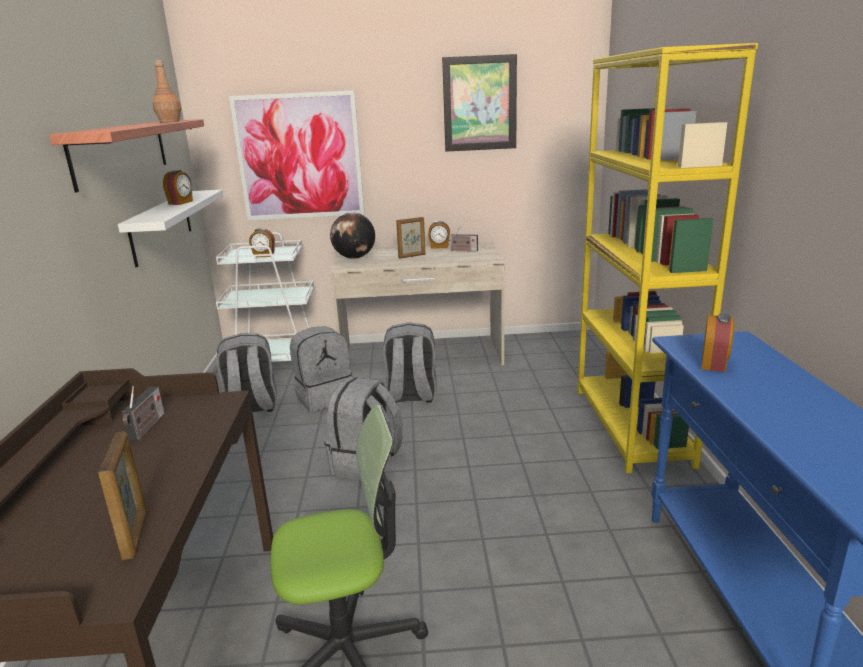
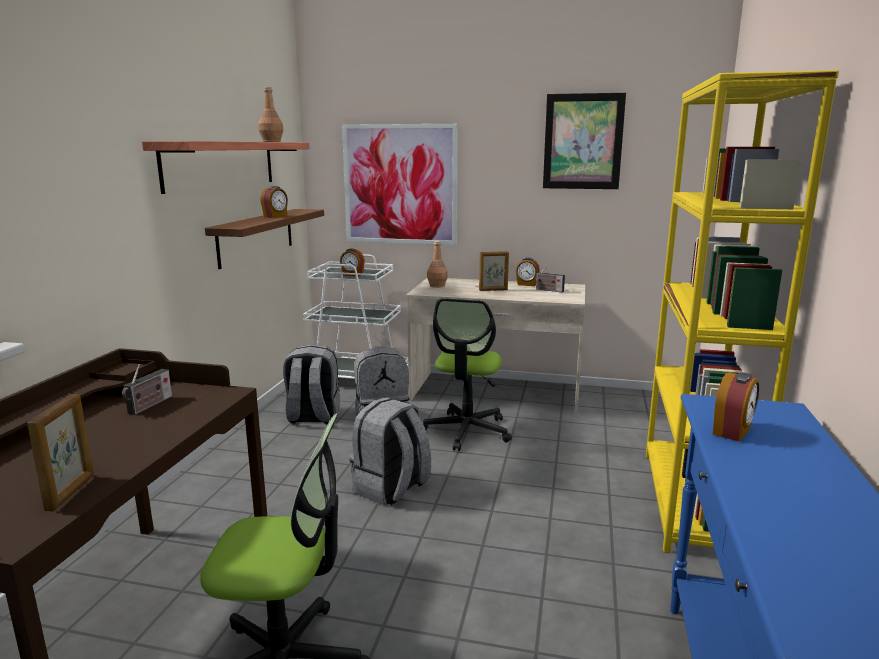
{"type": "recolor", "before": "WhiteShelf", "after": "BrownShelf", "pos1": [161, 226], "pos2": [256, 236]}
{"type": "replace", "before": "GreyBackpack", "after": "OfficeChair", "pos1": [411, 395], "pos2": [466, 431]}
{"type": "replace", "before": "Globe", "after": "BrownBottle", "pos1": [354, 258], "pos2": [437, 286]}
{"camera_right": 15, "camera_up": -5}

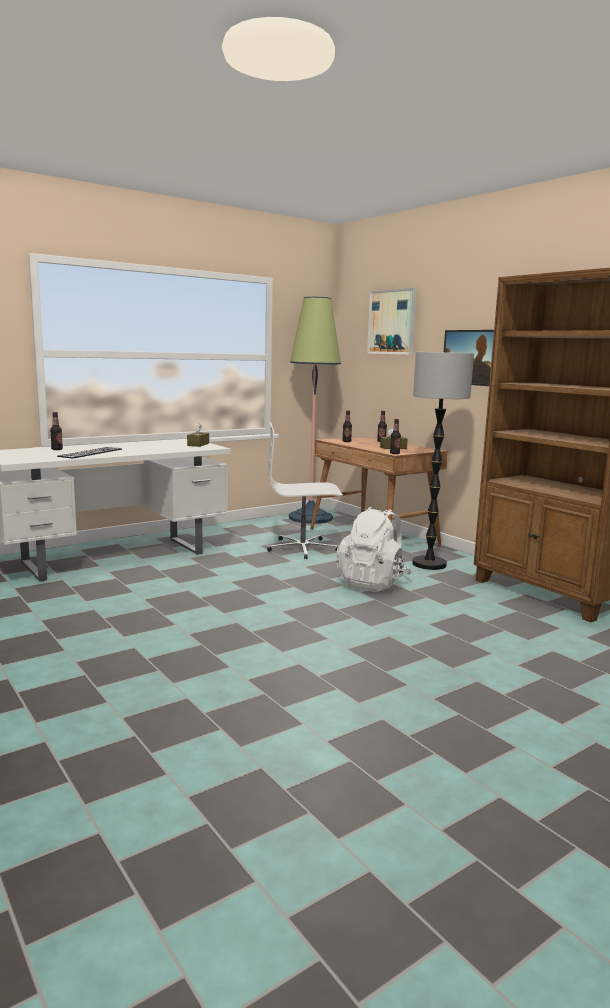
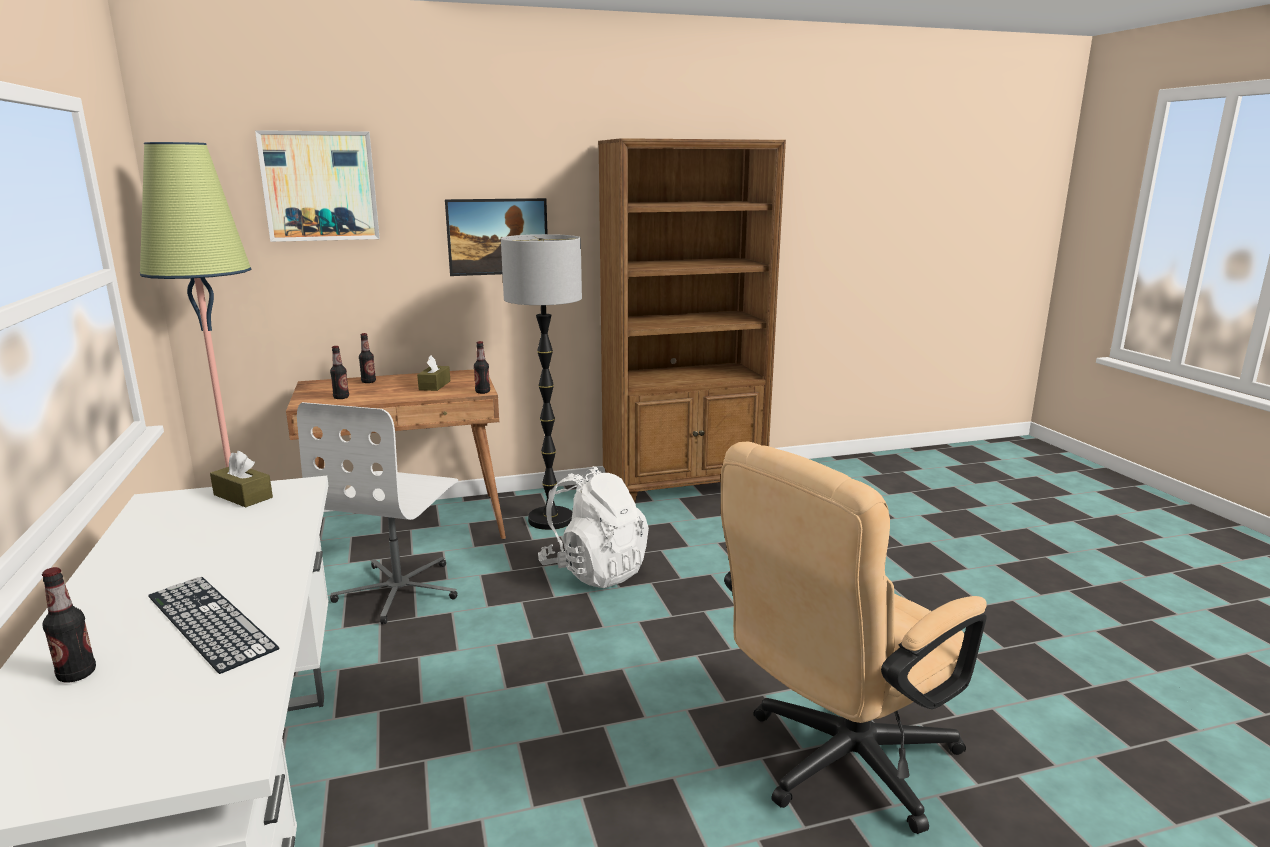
{"type": "insert", "after": "BeigeOfficeChair", "pos2": [837, 765]}
{"camera_right": -70, "camera_up": 5}

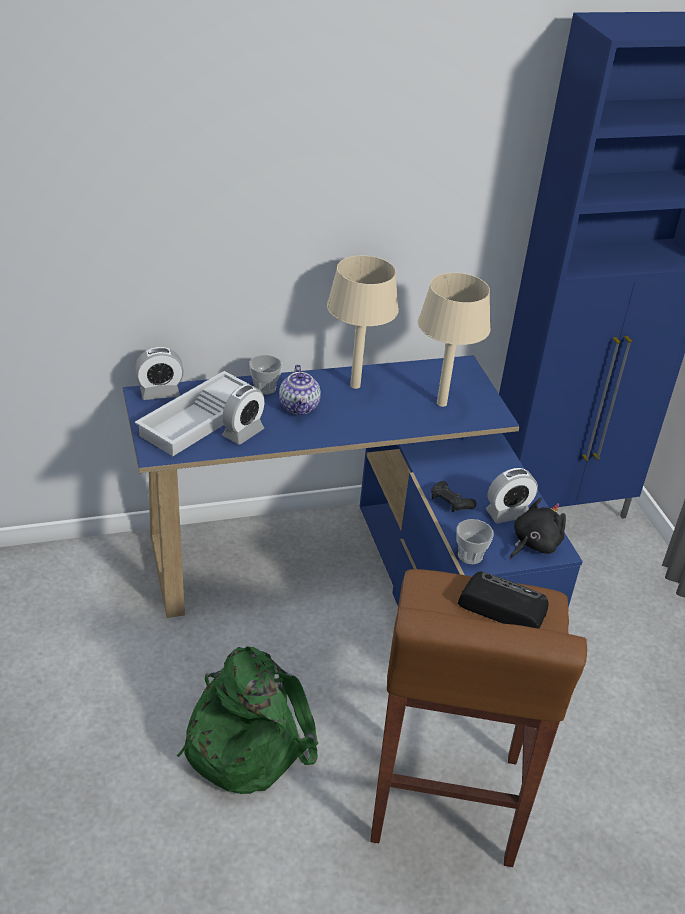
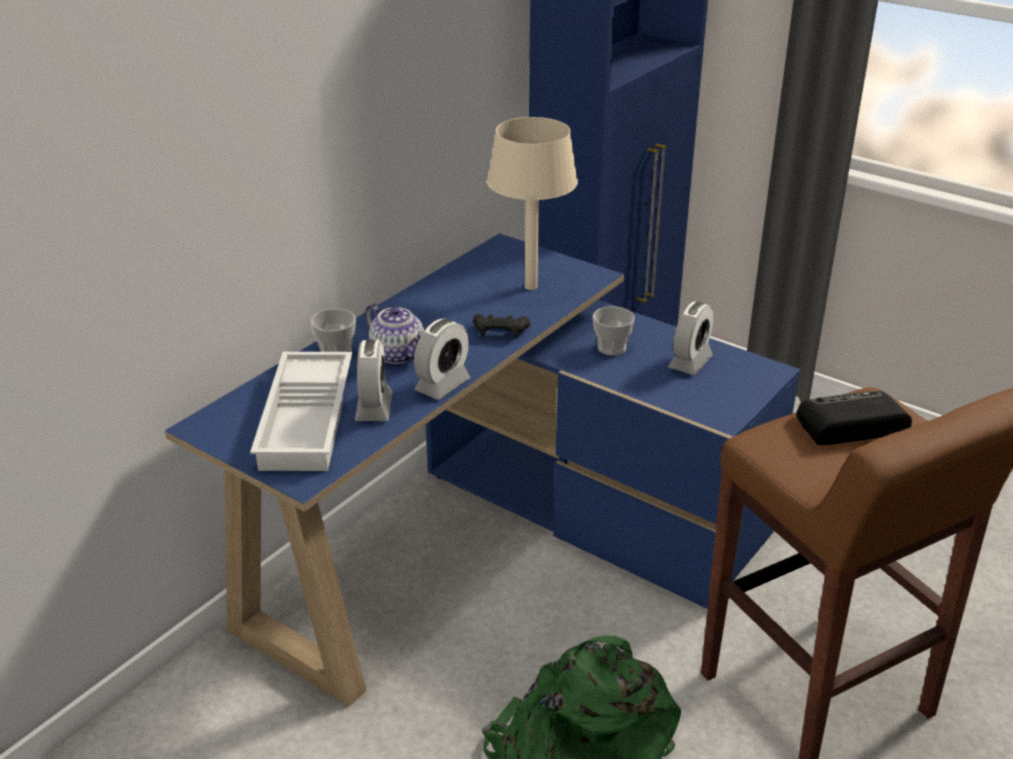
{"type": "move", "before": "AlarmClock", "pos1": [160, 393], "pos2": [442, 385]}
{"type": "move", "before": "BlackGameController", "pos1": [450, 502], "pos2": [500, 332]}
{"type": "move", "before": "Cup", "pos1": [470, 555], "pos2": [611, 348]}
{"type": "delete", "before": "BeigeTableLamp", "pos1": [354, 385]}
{"type": "delete", "before": "BlackPlushToy", "pos1": [533, 544]}
{"camera_right": -35, "camera_up": -5}

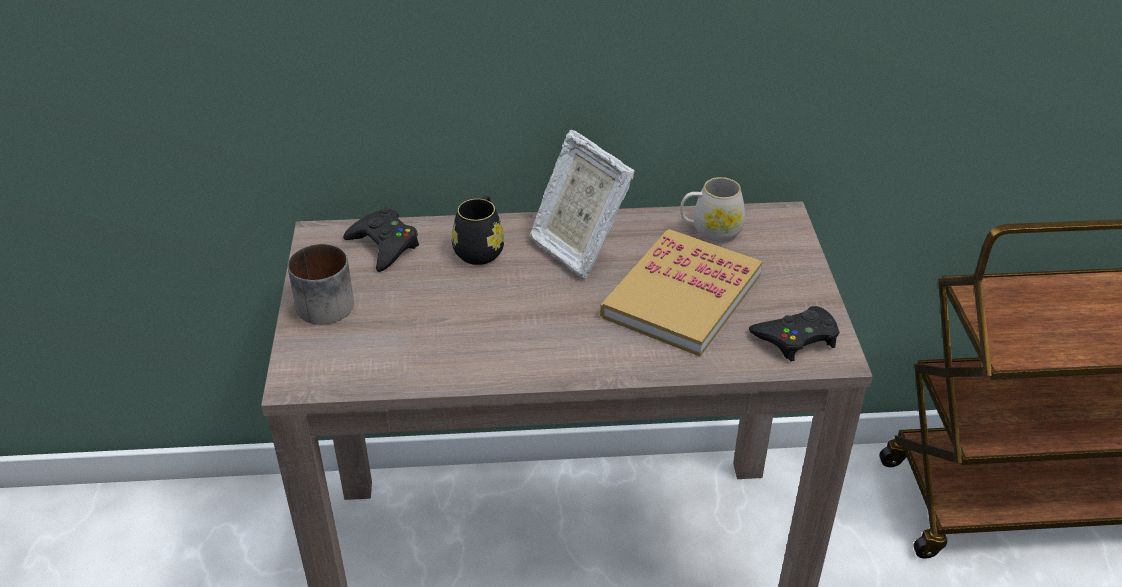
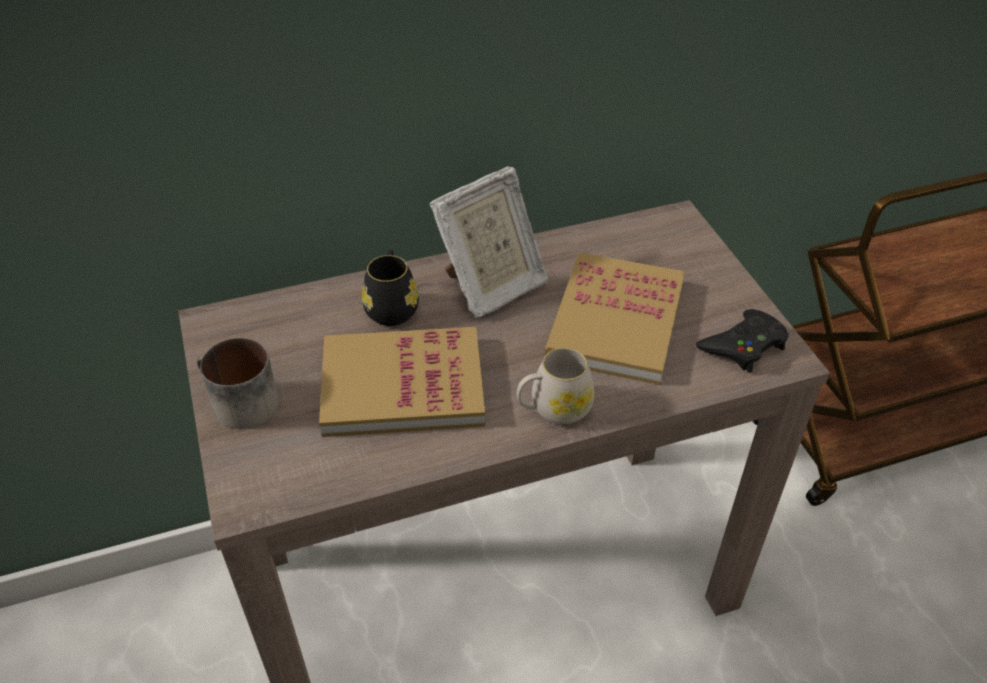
{"type": "insert", "after": "Book", "pos2": [402, 385]}
{"type": "rotate", "before": "PictureFrame", "pos1": [577, 247], "pos2": [491, 287], "turn": -75}
{"type": "move", "before": "WhiteMug", "pos1": [710, 230], "pos2": [553, 409]}
{"type": "delete", "before": "BlackGameController", "pos1": [384, 245]}
{"camera_right": -15, "camera_up": 5}

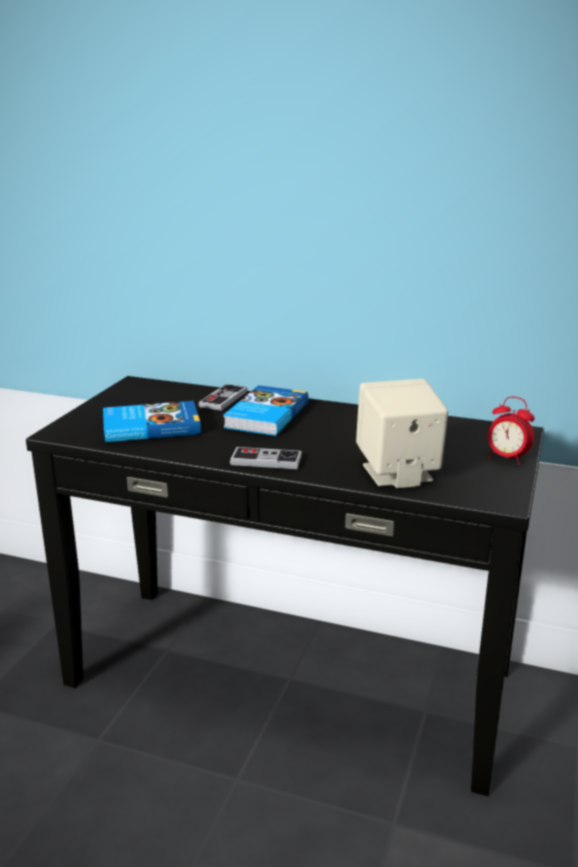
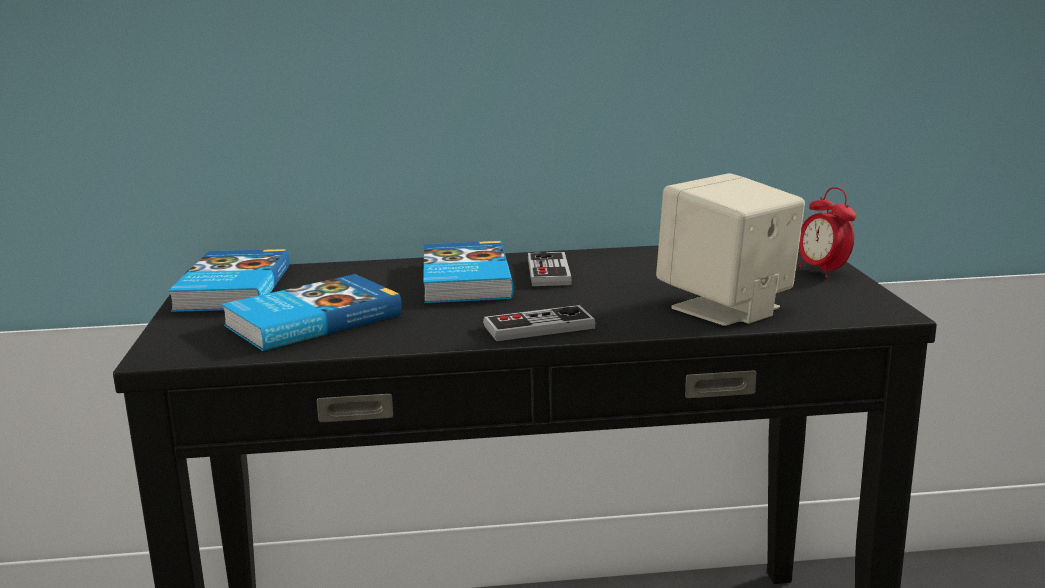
{"type": "insert", "after": "Book", "pos2": [231, 288]}
{"type": "move", "before": "GameController", "pos1": [223, 399], "pos2": [548, 272]}
{"type": "rotate", "before": "AlarmClock", "pos1": [506, 458], "pos2": [823, 271], "turn": 60}
{"camera_right": -25, "camera_up": -5}

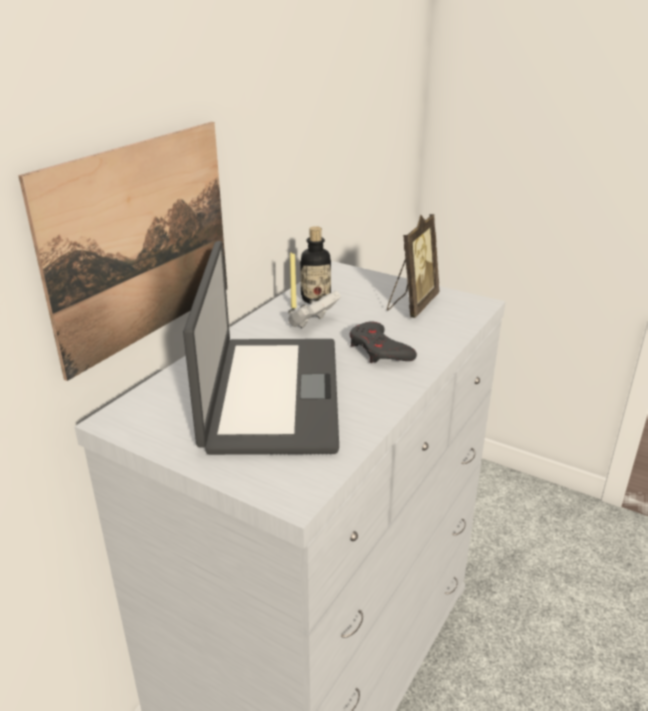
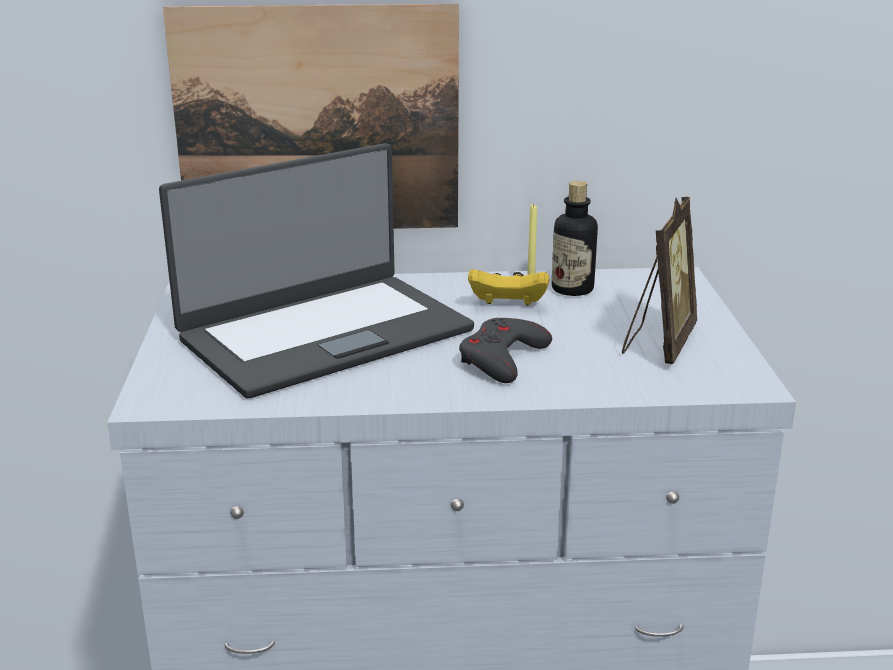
{"type": "recolor", "before": "WhiteGameController", "after": "YellowGameController", "pos1": [312, 323], "pos2": [508, 306]}
{"type": "rotate", "before": "PictureFrame", "pos1": [411, 305], "pos2": [658, 343], "turn": -60}
{"camera_right": 55, "camera_up": -5}

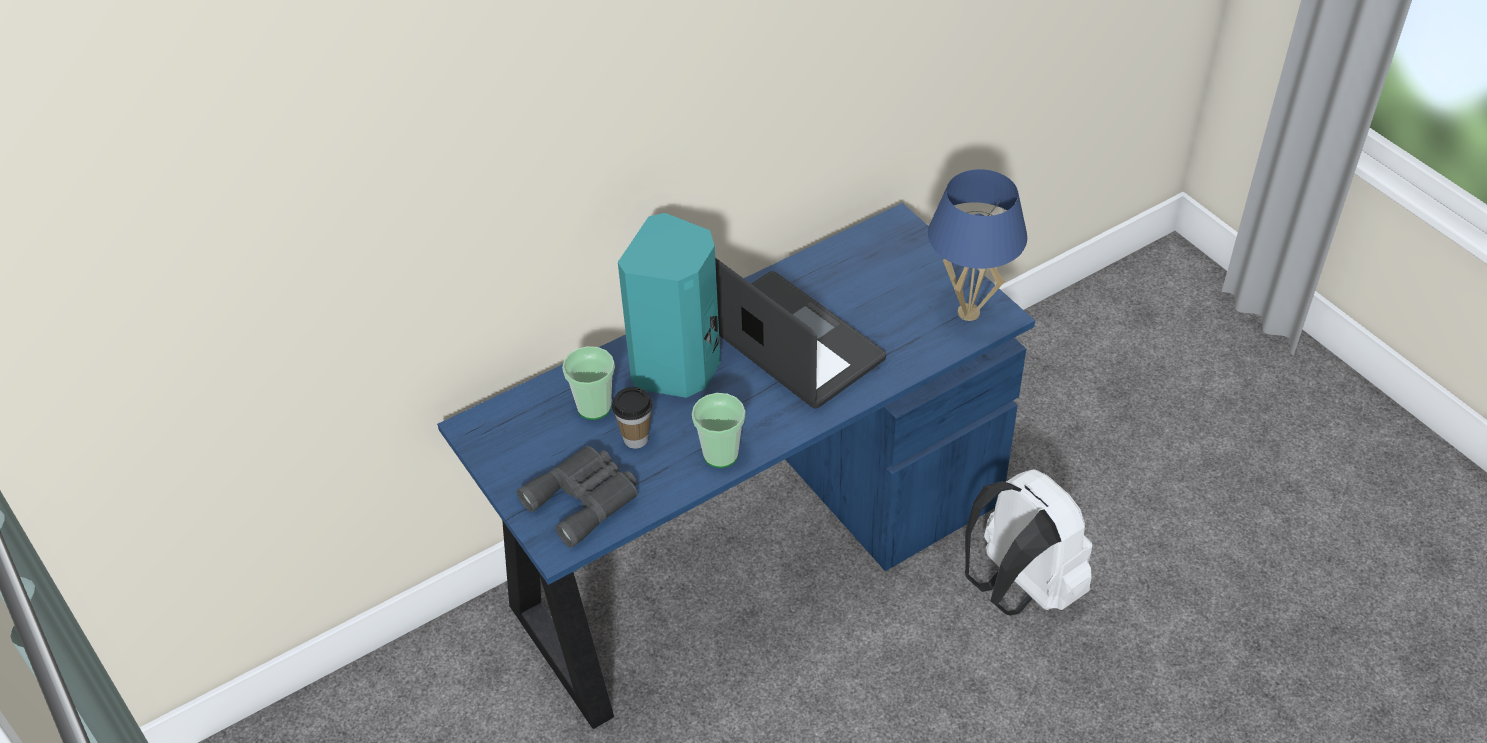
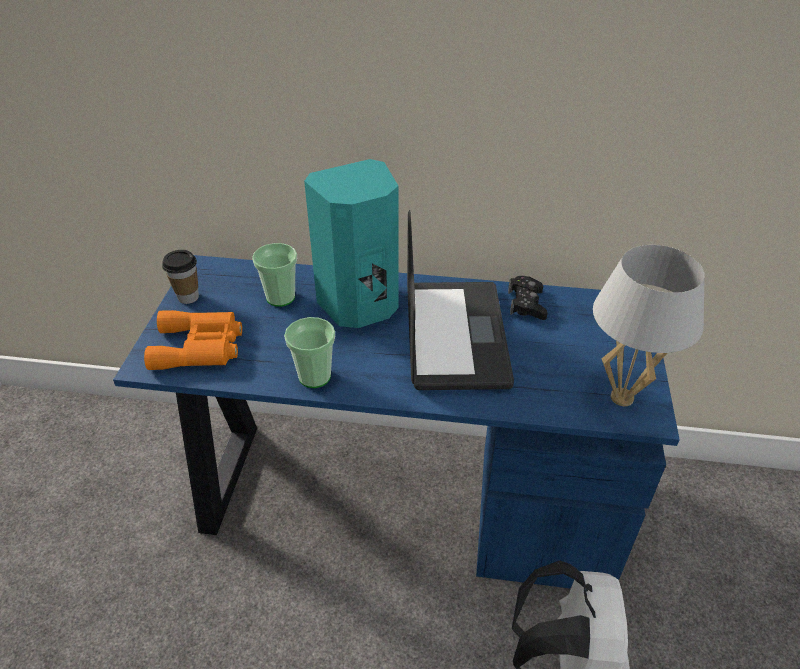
{"type": "recolor", "before": "GreyBinoculars", "after": "OrangeBinoculars", "pos1": [585, 498], "pos2": [200, 347]}
{"type": "move", "before": "Cup", "pos1": [636, 439], "pos2": [188, 297]}
{"type": "insert", "after": "BlackGameController", "pos2": [526, 304]}
{"type": "recolor", "before": "BlueTableLamp", "after": "WhiteTableLamp", "pos1": [968, 313], "pos2": [621, 398]}
{"camera_right": 40, "camera_up": -5}

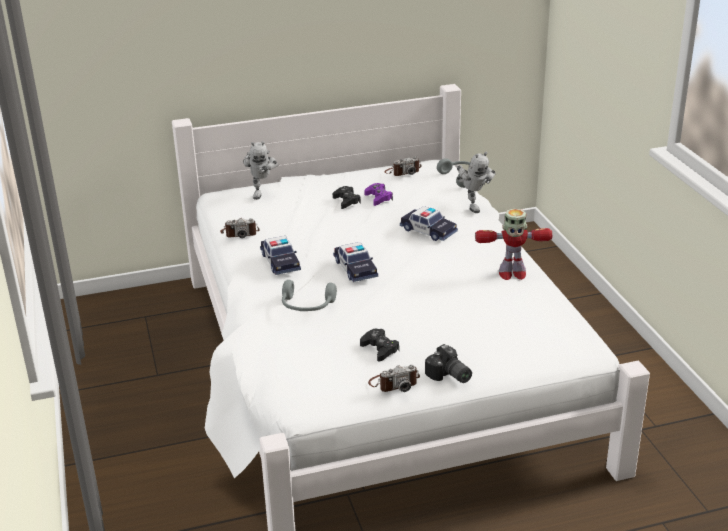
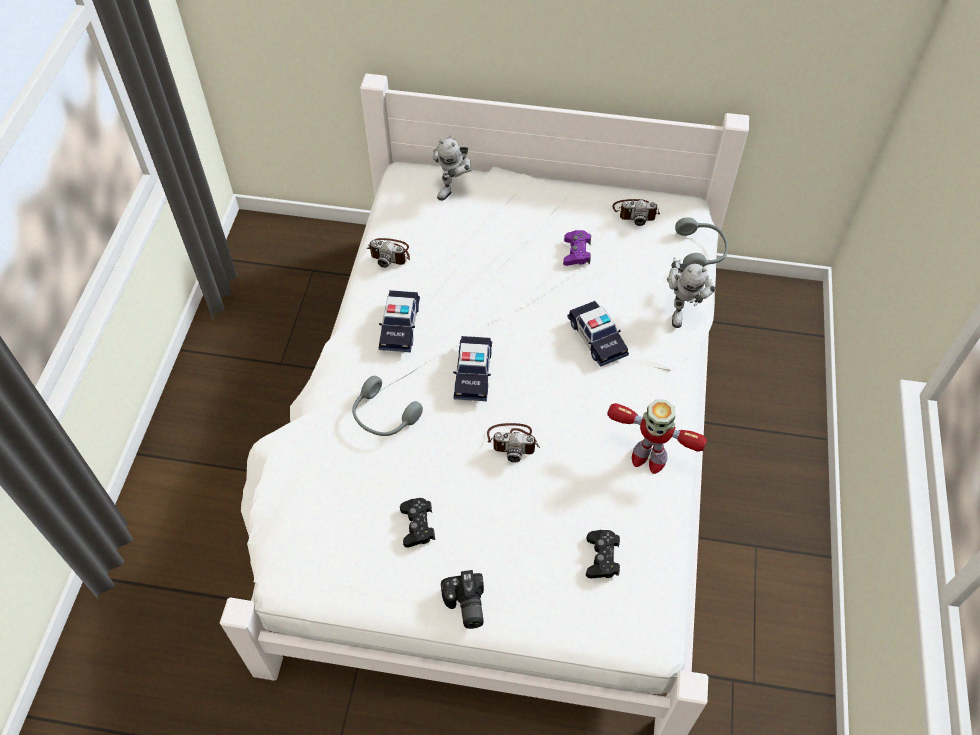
{"type": "move", "before": "PhotoCamera", "pos1": [394, 383], "pos2": [513, 441]}
{"type": "move", "before": "BlackGameController", "pos1": [346, 201], "pos2": [602, 557]}
{"camera_right": 25, "camera_up": 25}

